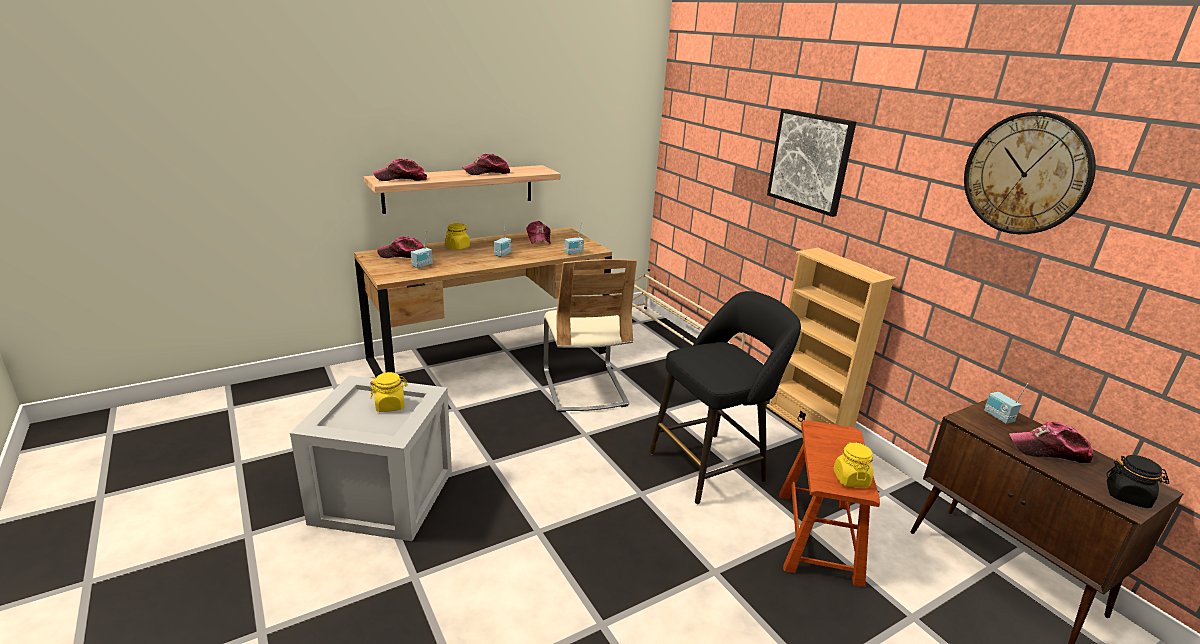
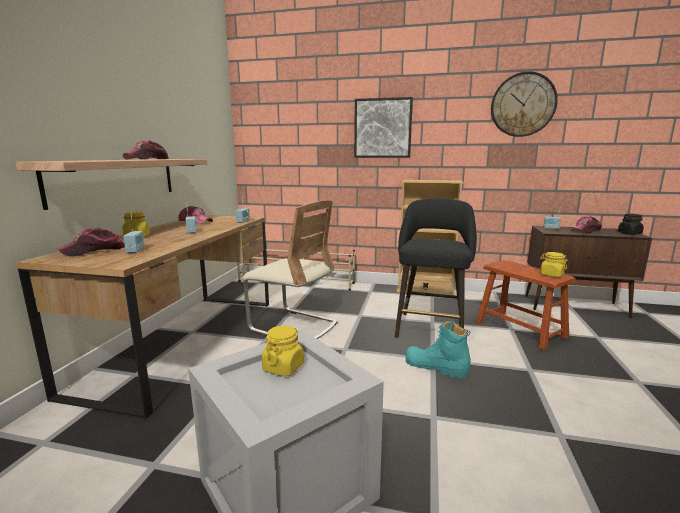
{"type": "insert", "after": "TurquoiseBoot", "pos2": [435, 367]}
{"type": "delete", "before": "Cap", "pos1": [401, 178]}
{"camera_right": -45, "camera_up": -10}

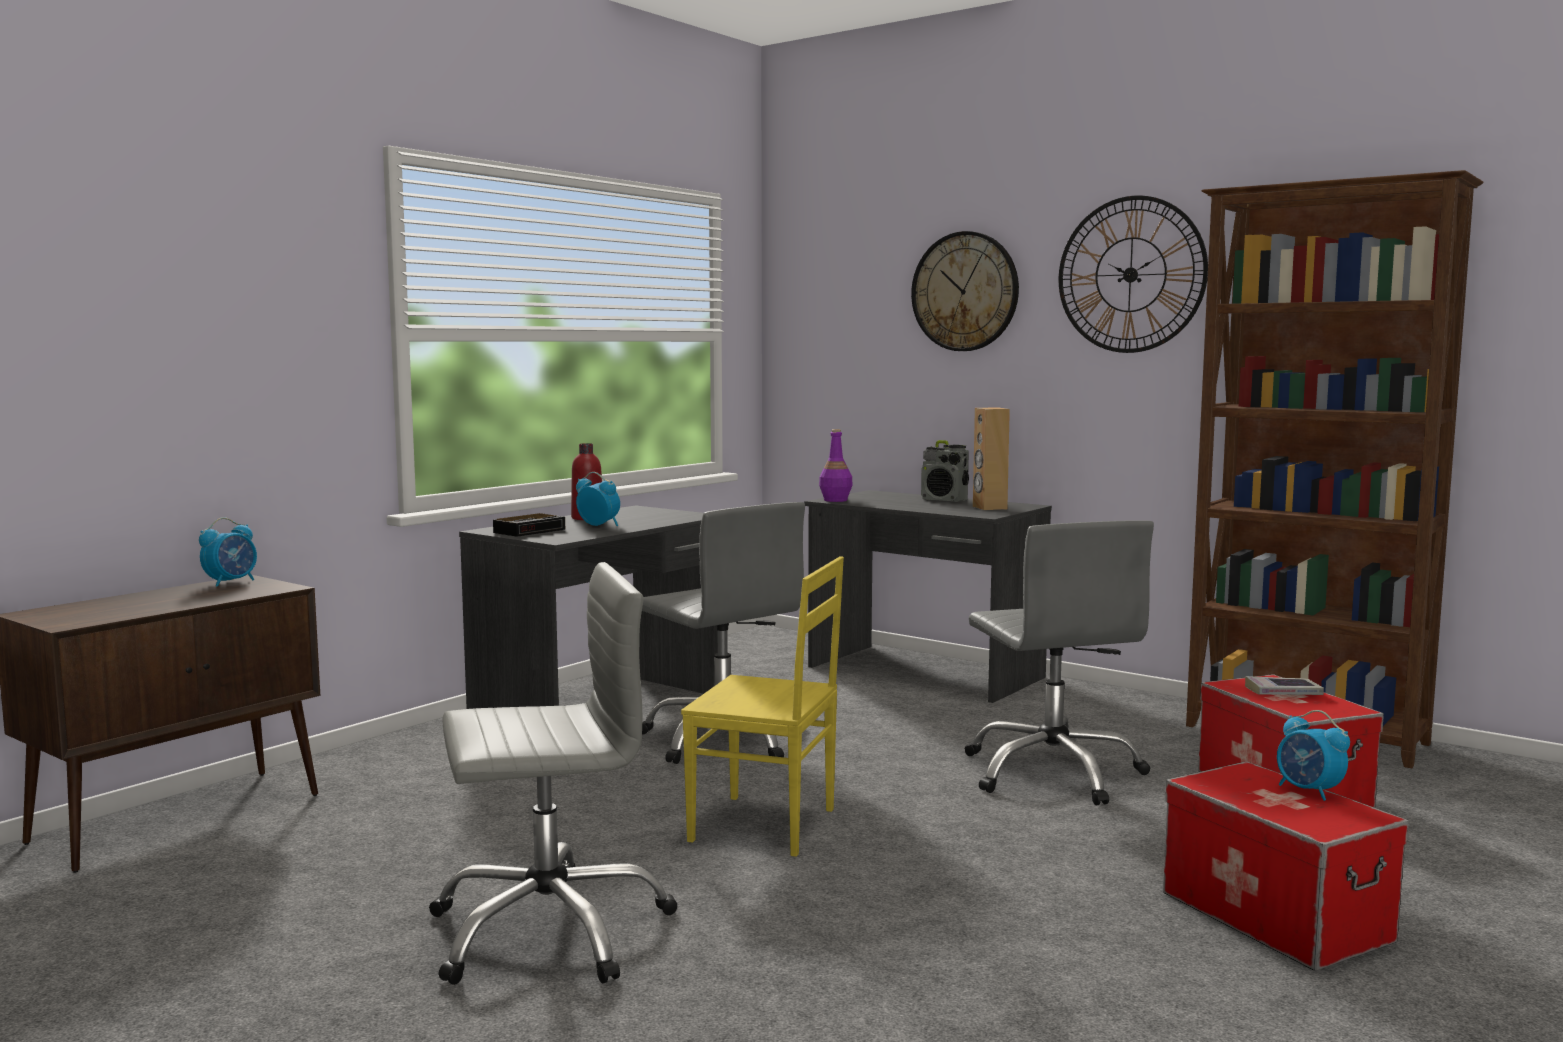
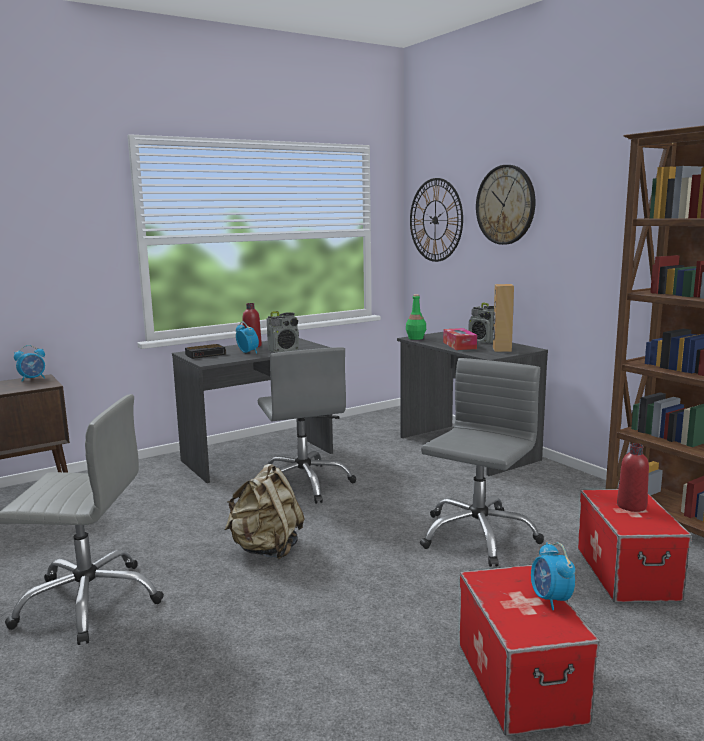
{"type": "replace", "before": "YellowChair", "after": "BeigeBackpack", "pos1": [764, 826], "pos2": [266, 549]}
{"type": "insert", "after": "Radio", "pos2": [284, 350]}
{"type": "recolor", "before": "PurpleBottle", "after": "GreenBottle", "pos1": [835, 500], "pos2": [416, 338]}
{"type": "move", "before": "WallClock", "pos1": [1130, 275], "pos2": [435, 220]}
{"type": "rotate", "before": "GreyOfficeChair", "pos1": [1053, 772], "pos2": [477, 535], "turn": -150}
{"type": "insert", "after": "TissueBox", "pos2": [459, 345]}
{"type": "replace", "before": "Book", "after": "RedBottle", "pos1": [1283, 692], "pos2": [631, 506]}
{"camera_right": 20, "camera_up": 5}

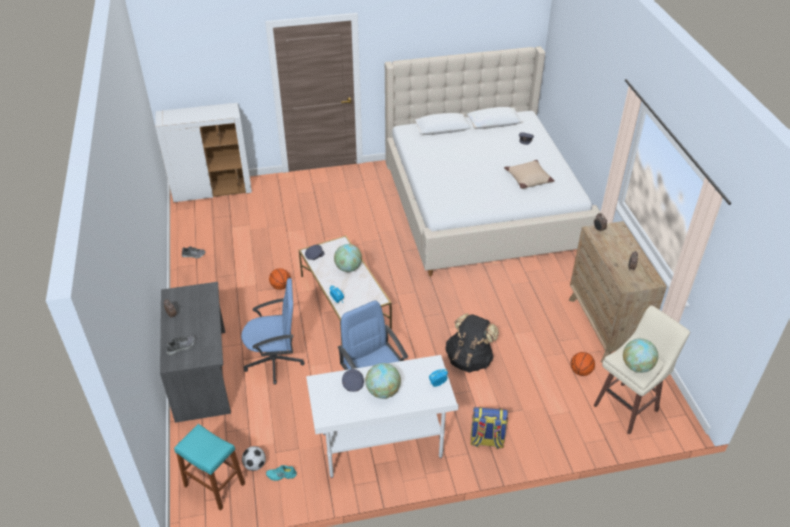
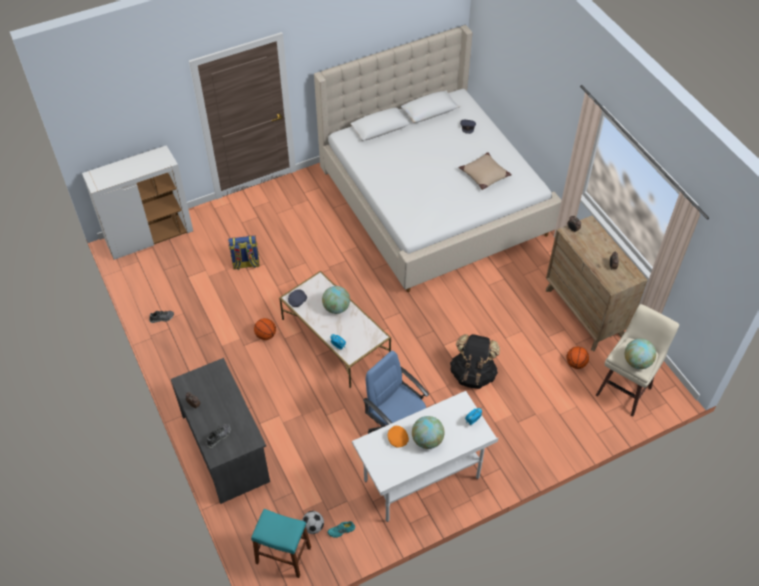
{"type": "move", "before": "Backpack", "pos1": [486, 440], "pos2": [246, 264]}
{"type": "recolor", "before": "GreyCap", "after": "OrangeCap", "pos1": [352, 383], "pos2": [397, 438]}
{"type": "delete", "before": "BlueOfficeChair", "pos1": [275, 361]}
{"camera_right": -15, "camera_up": 10}

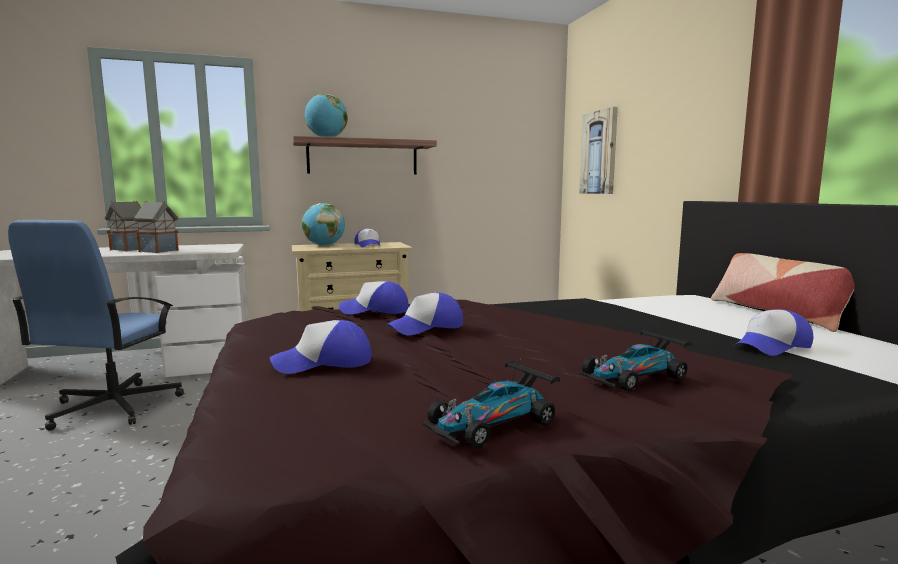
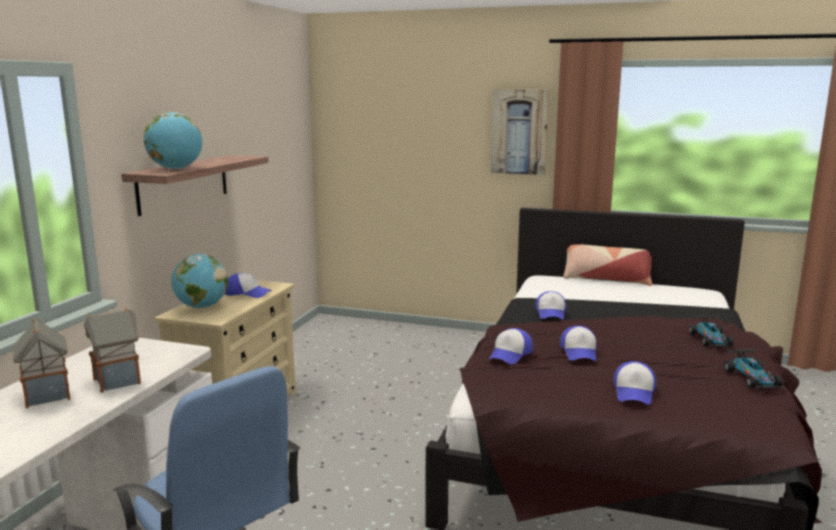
{"type": "move", "before": "Picture", "pos1": [599, 152], "pos2": [519, 132]}
{"type": "move", "before": "Cap", "pos1": [771, 346], "pos2": [551, 313]}
{"camera_right": -55, "camera_up": 5}

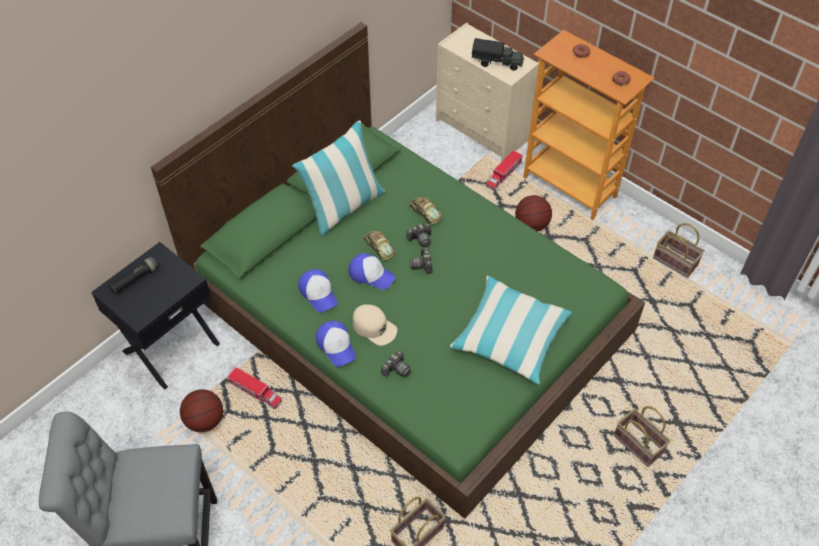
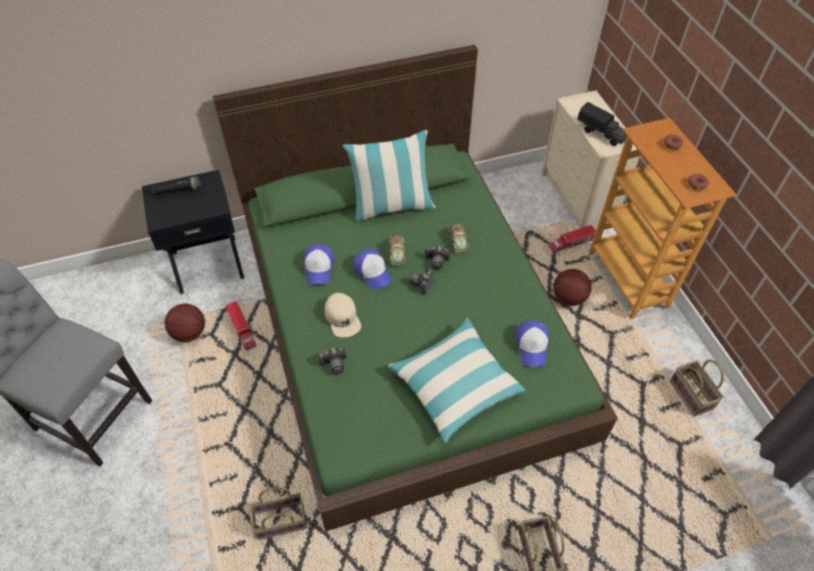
{"type": "move", "before": "Cap", "pos1": [336, 346], "pos2": [532, 346]}
{"camera_right": 30, "camera_up": 0}

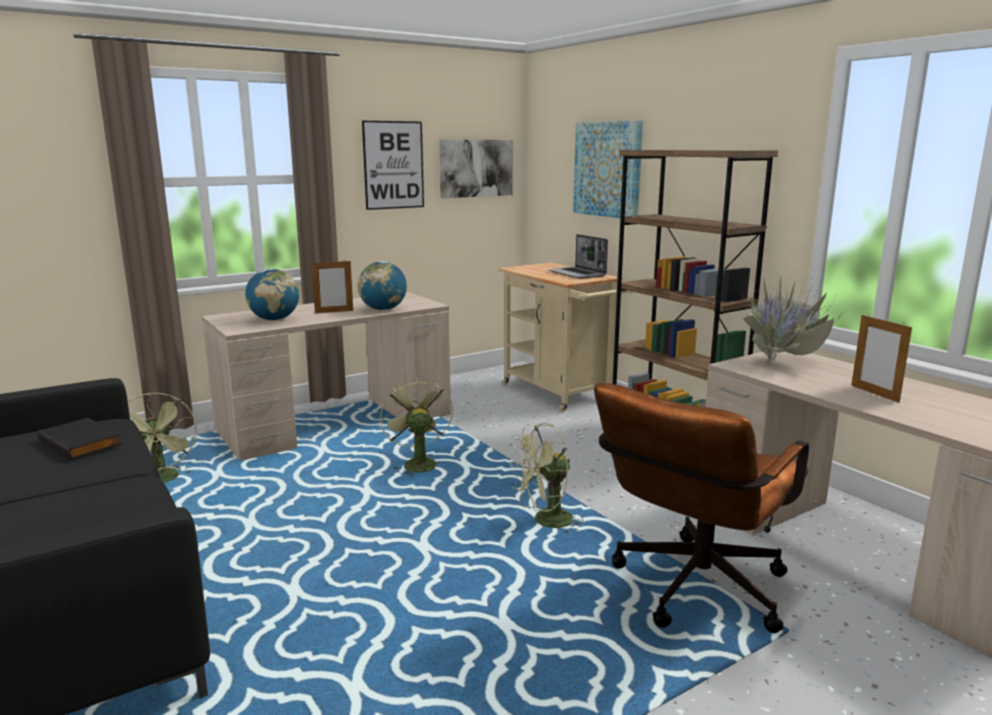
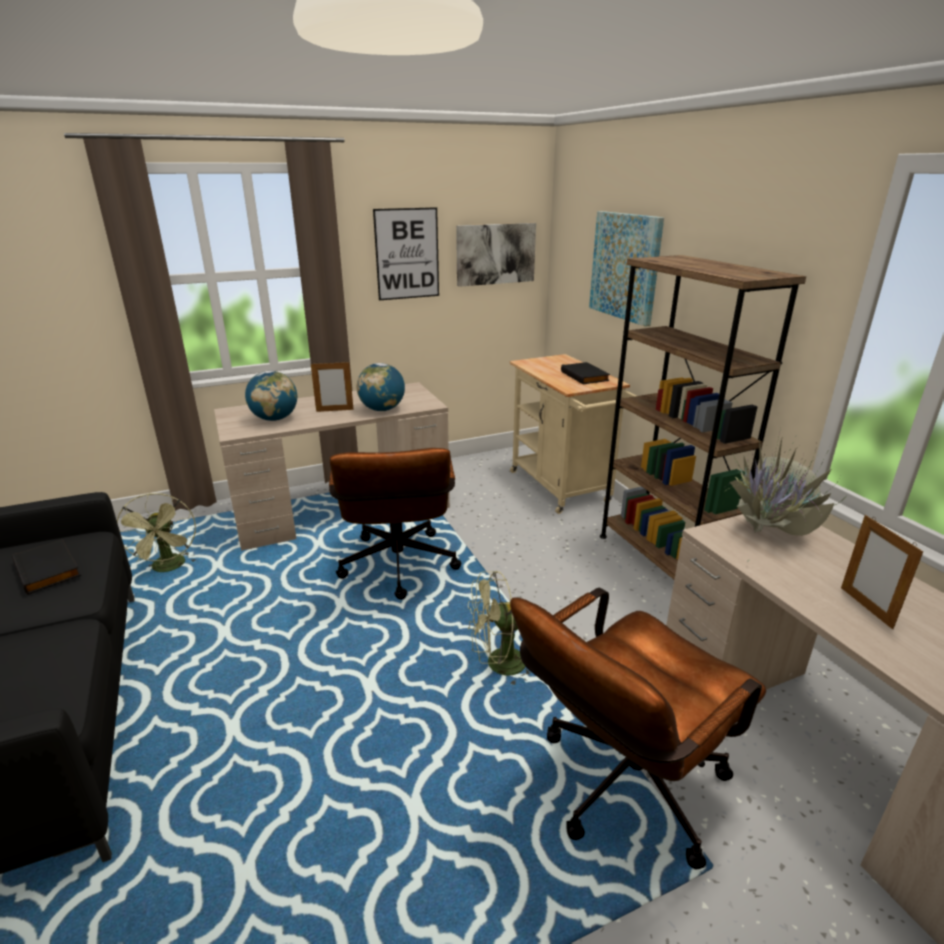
{"type": "replace", "before": "GreenFan", "after": "BrownOfficeChair", "pos1": [417, 463], "pos2": [398, 570]}
{"type": "replace", "before": "Laptop", "after": "BlackBook", "pos1": [578, 274], "pos2": [585, 376]}
{"camera_right": 10, "camera_up": 10}

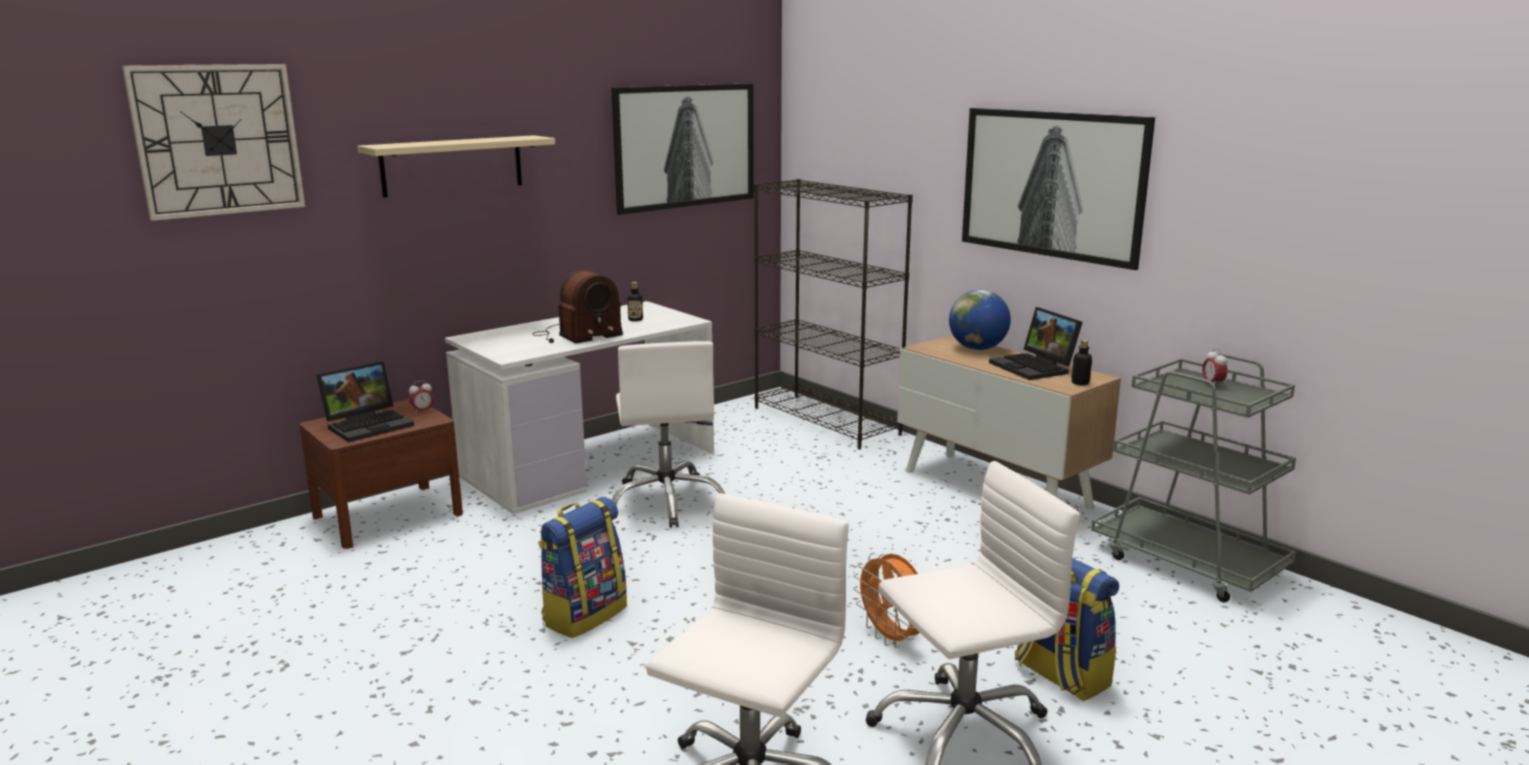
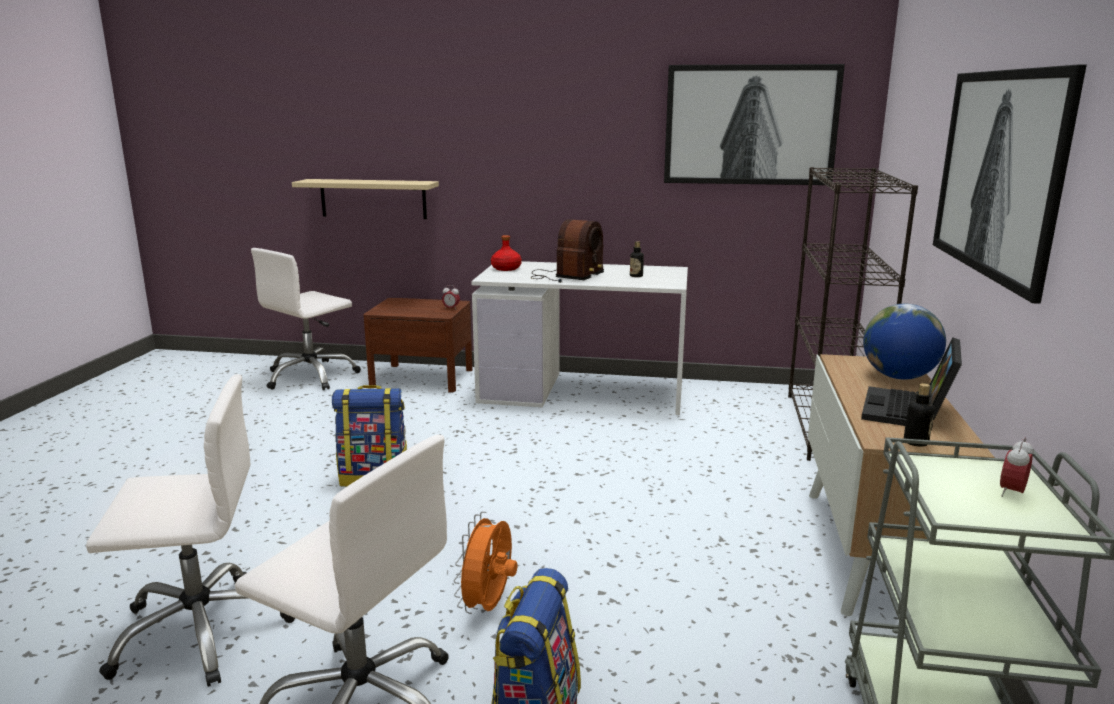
{"type": "move", "before": "WhiteOfficeChair", "pos1": [667, 501], "pos2": [311, 376]}
{"type": "move", "before": "BeigeShelf", "pos1": [452, 165], "pos2": [373, 199]}
{"type": "insert", "after": "RedBottle", "pos2": [506, 268]}
{"type": "rotate", "before": "Radio", "pos1": [576, 335], "pos2": [566, 276], "turn": -75}
{"type": "delete", "before": "WallClock", "pos1": [218, 140]}
{"type": "delete", "before": "Laptop", "pos1": [369, 424]}
{"camera_right": 50, "camera_up": 0}

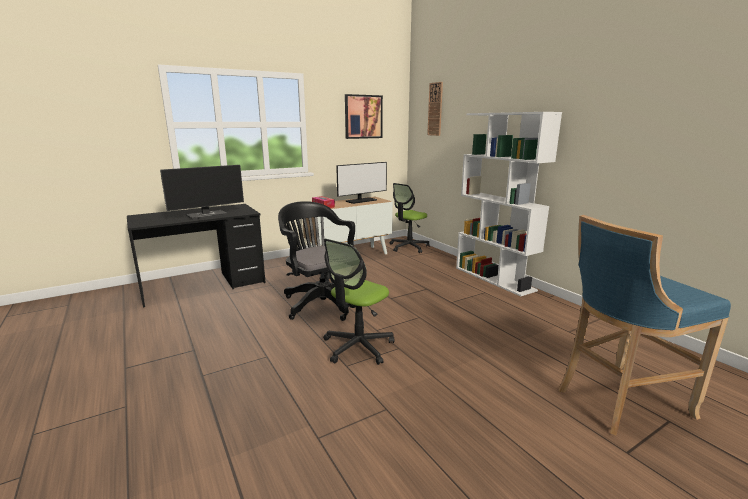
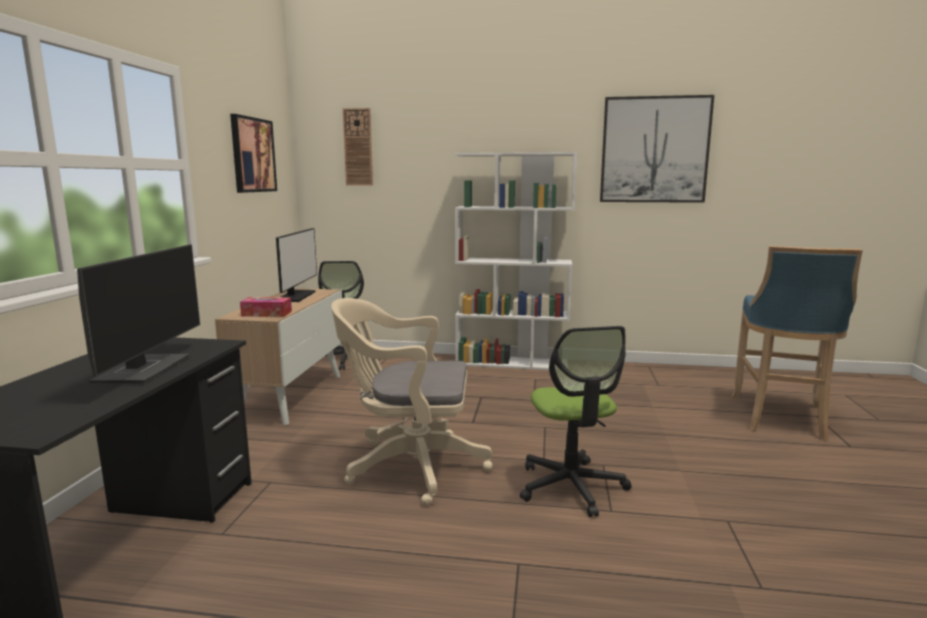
{"type": "recolor", "before": "BlackOfficeChair", "after": "BeigeOfficeChair", "pos1": [321, 302], "pos2": [409, 466]}
{"type": "insert", "after": "Picture", "pos2": [654, 150]}
{"camera_right": -50, "camera_up": -5}

